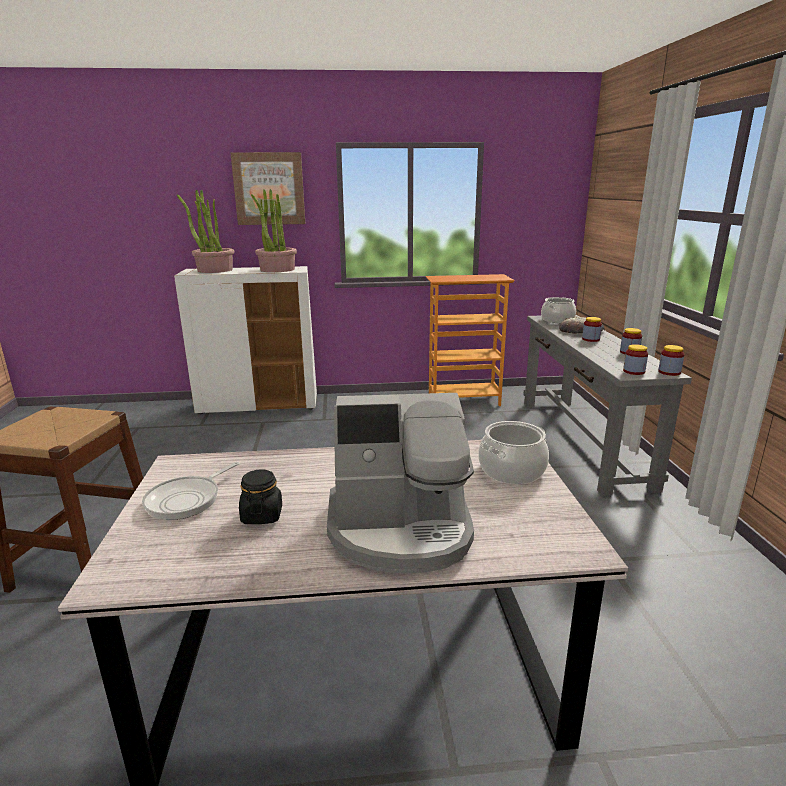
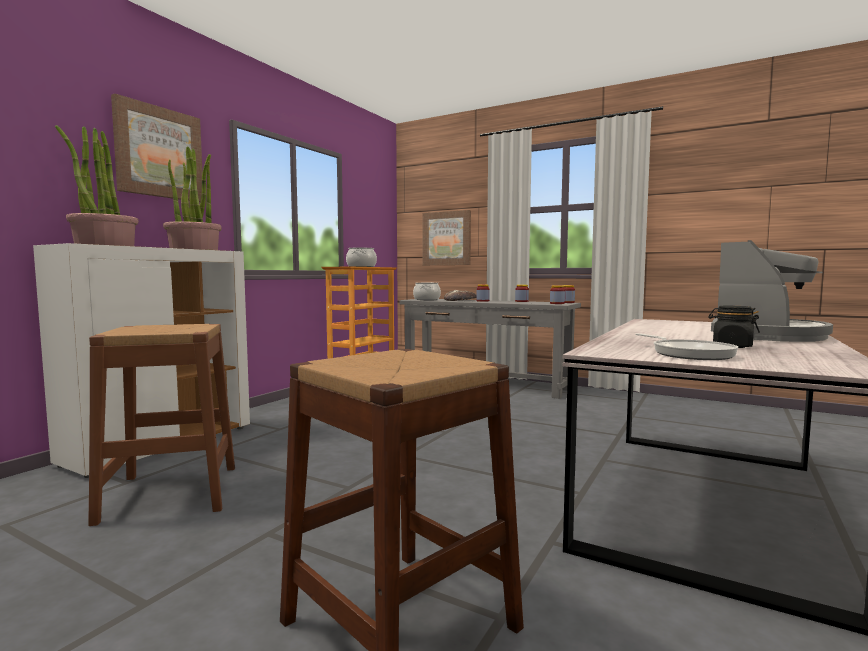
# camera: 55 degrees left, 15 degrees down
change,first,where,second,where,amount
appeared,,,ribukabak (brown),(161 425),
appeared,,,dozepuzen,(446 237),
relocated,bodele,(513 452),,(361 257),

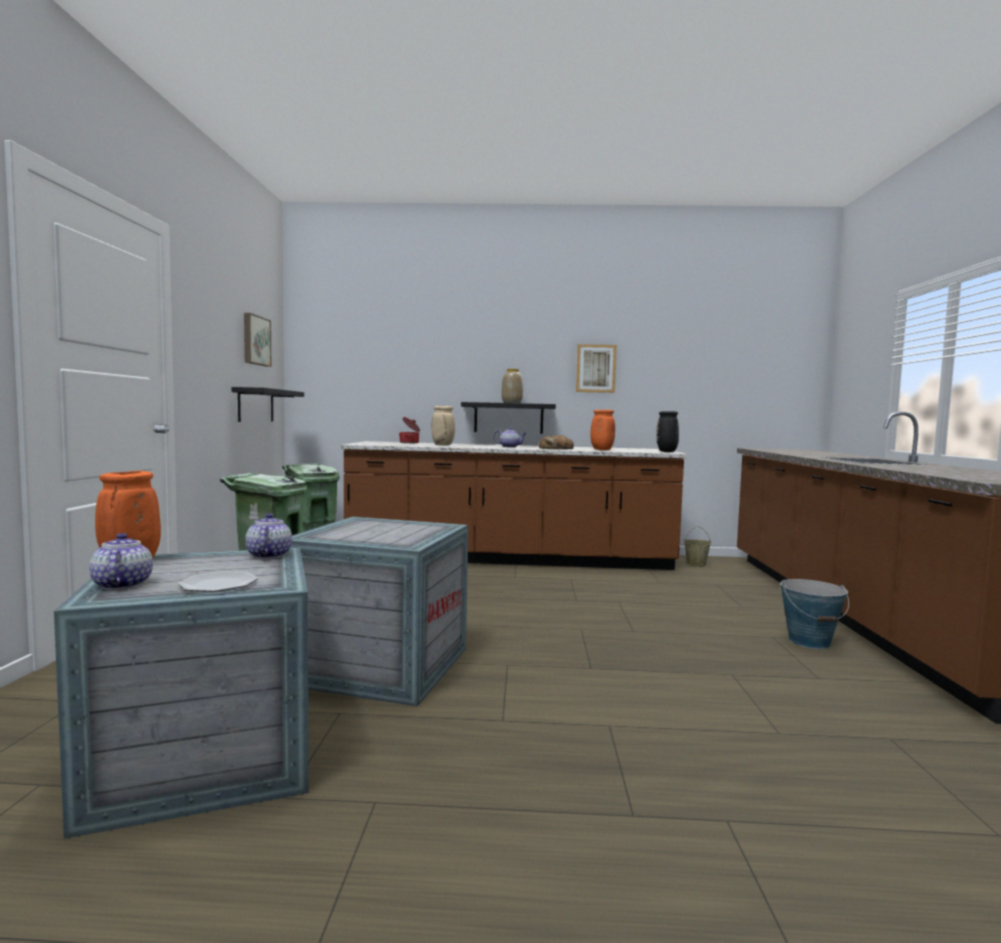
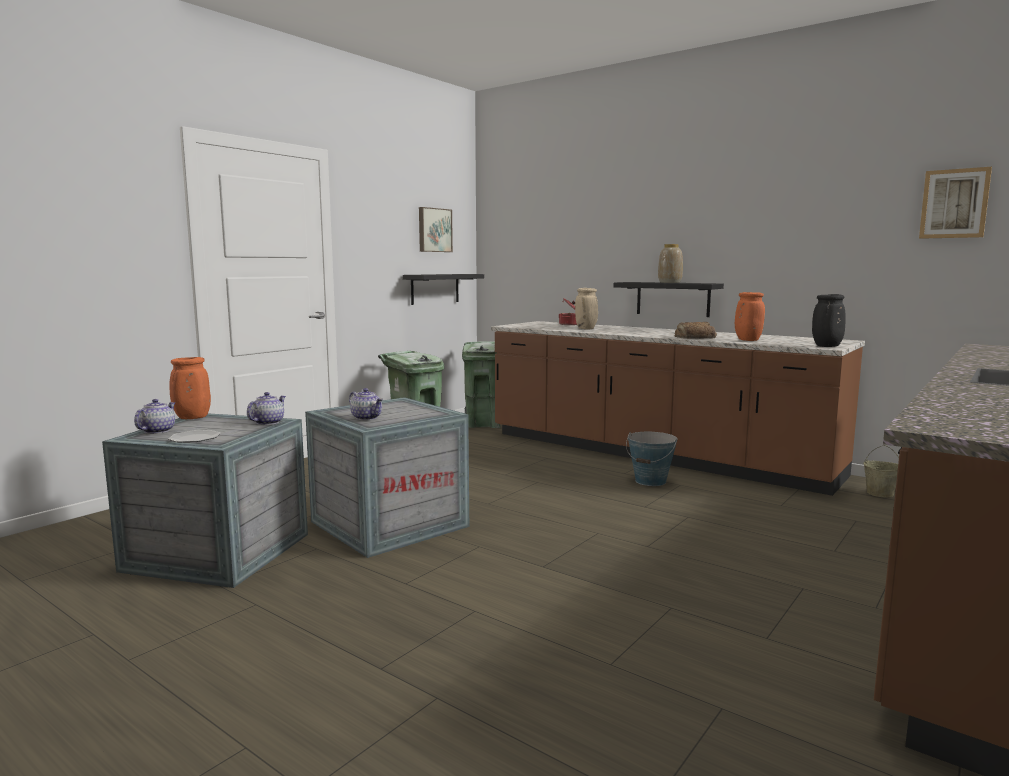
# camera: 35 degrees right, 5 degrees up
change,first,where,second,where,amount
relocated,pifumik,(510 437),,(366 404),
relocated,dozepuzen,(596 368),,(955 203),
relocated,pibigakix,(814 614),,(652 459),

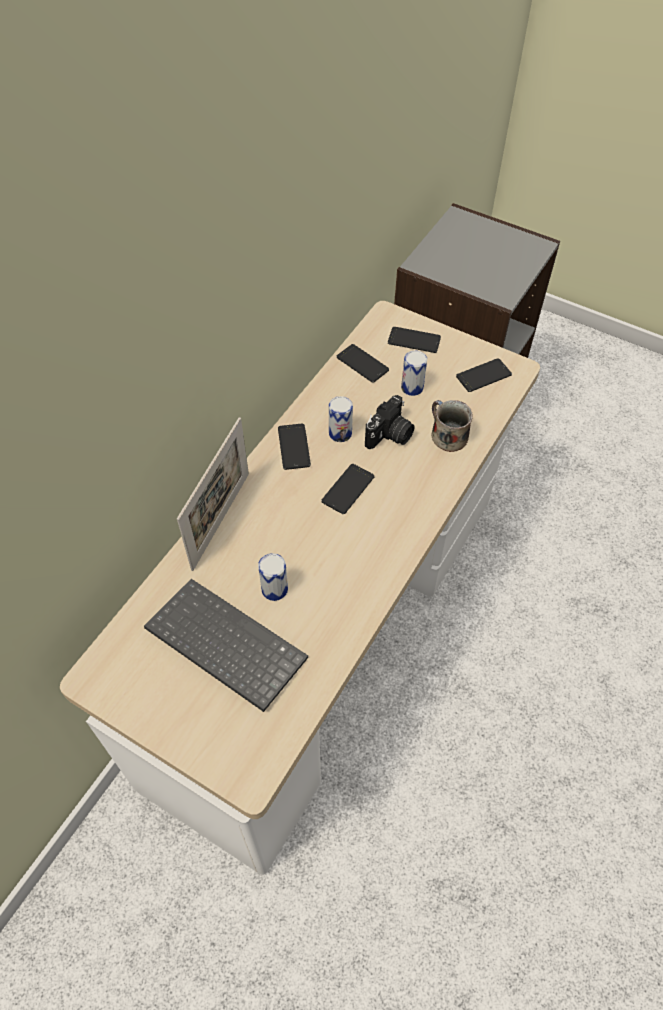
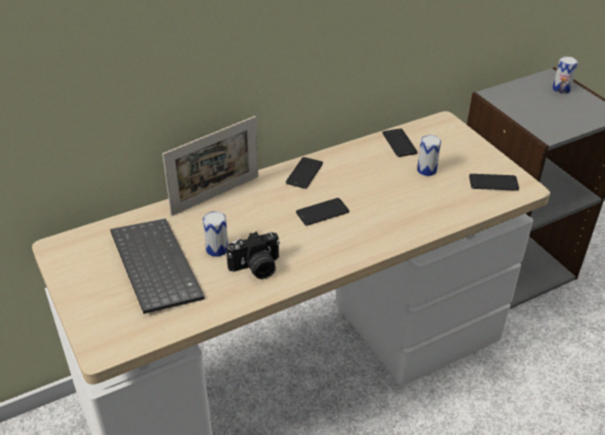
# camera: 30 degrees right, 15 degrees down
change,first,where,second,where,amount
missing,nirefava,(414 340),,,
missing,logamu,(452 426),,,
relocated,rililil,(341 419),,(565 75),
relocated,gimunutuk,(390 422),,(253 255),

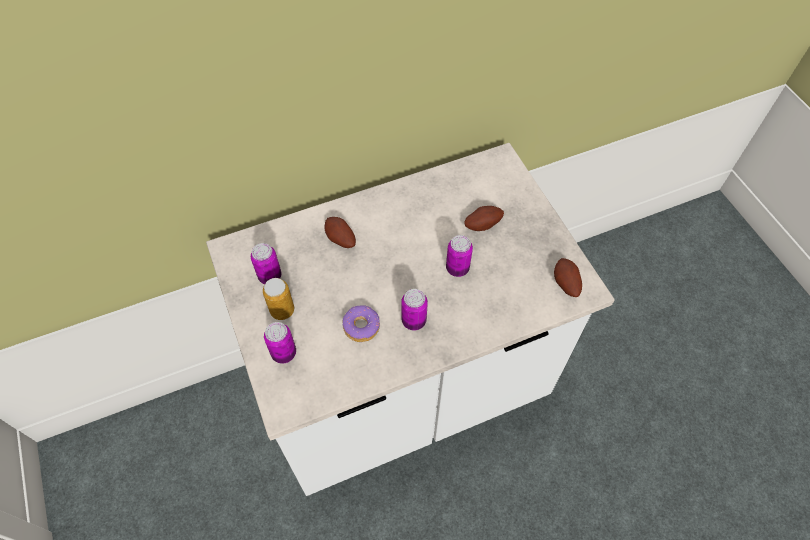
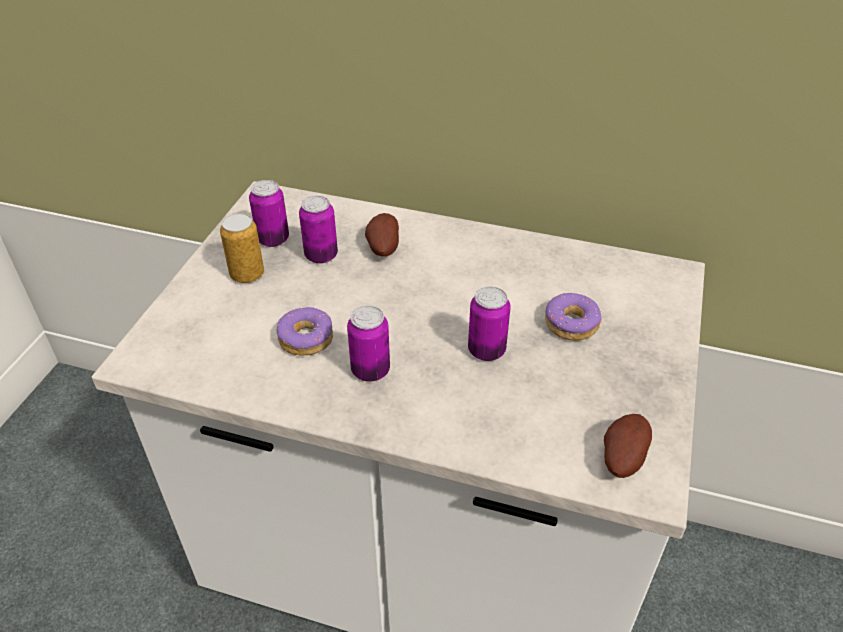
# camera: 40 degrees right, 15 degrees down
change,first,where,second,where,amount
relocated,rililil,(280 343),,(318 229),
exchanged,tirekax,(484 218),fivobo,(573 317),

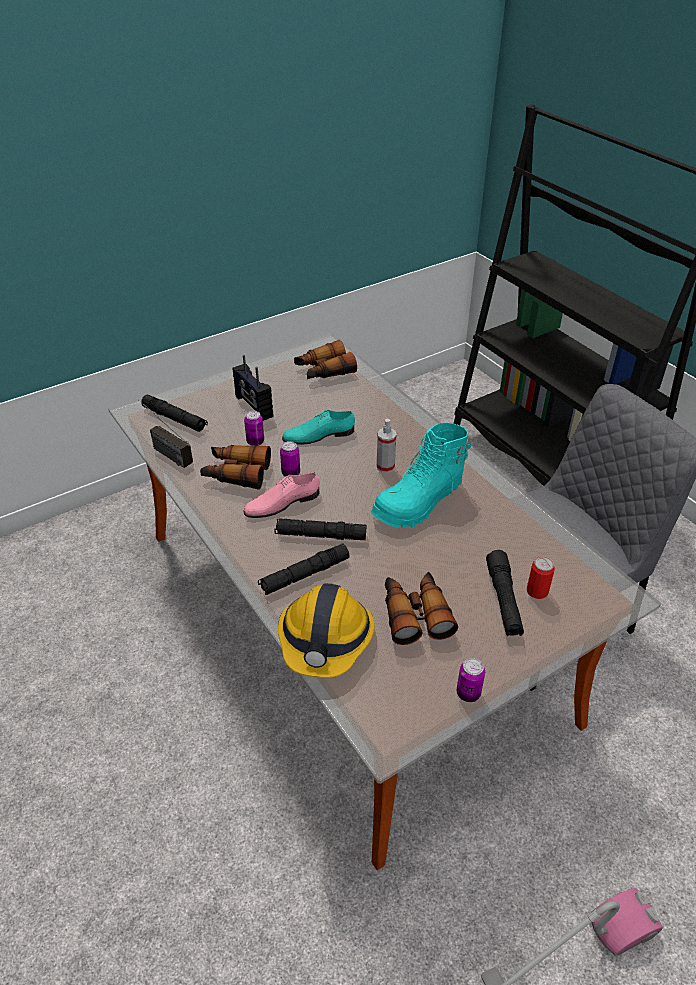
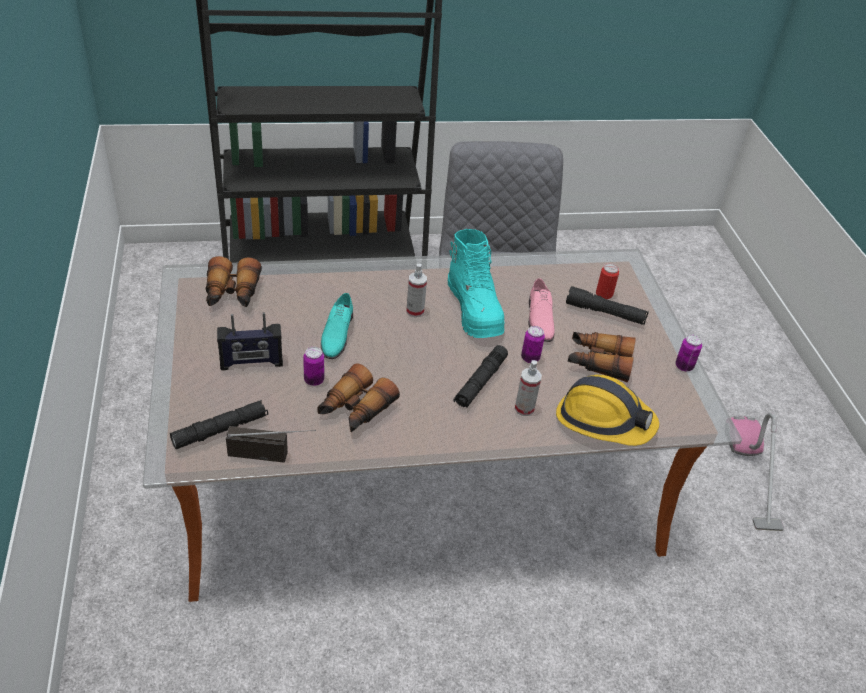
# camera: 70 degrees left, 0 degrees up
change,first,where,second,where,amount
relocated,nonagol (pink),(282 495),,(541 310),
relocated,rililil,(290 459),,(533 344),
exchanged,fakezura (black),(304 569),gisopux,(528 388),
spun,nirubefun,(165 433),,(271 444),150 degrees counterclockwise

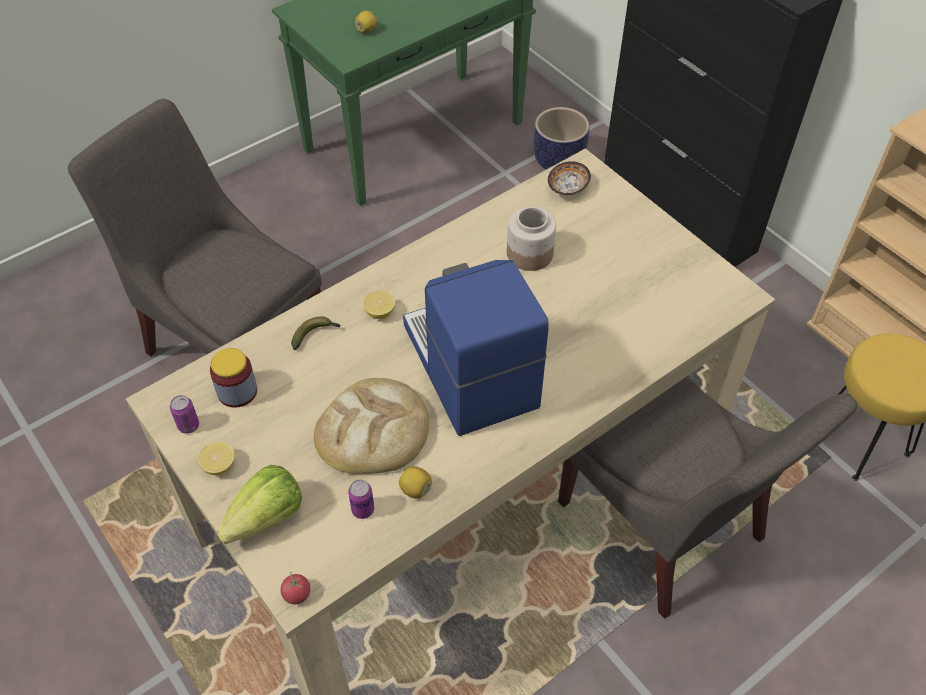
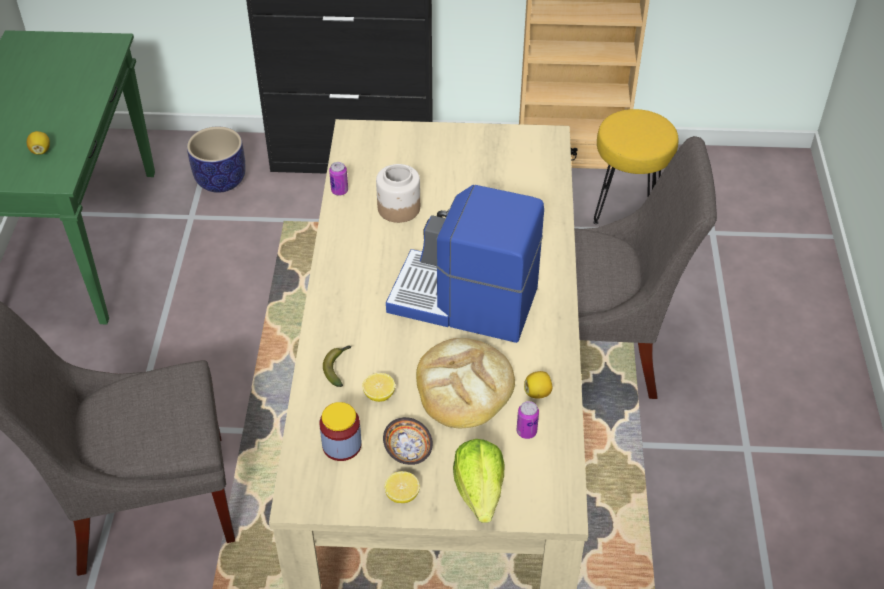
# camera: 50 degrees left, 5 degrees down
change,first,where,second,where,amount
missing,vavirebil,(295 588),,,
relocated,rililil,(184 414),,(338 179),
relocated,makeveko,(379 305),,(378 387),
relocated,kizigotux,(569 178),,(408 441),

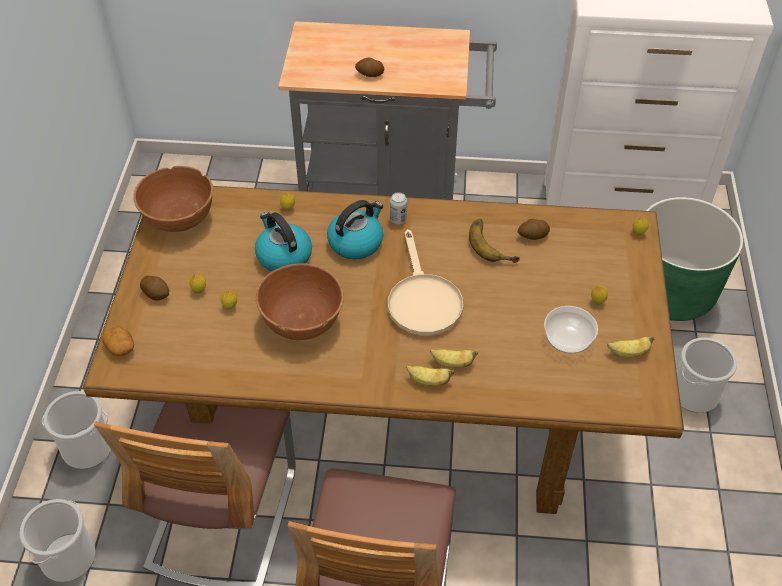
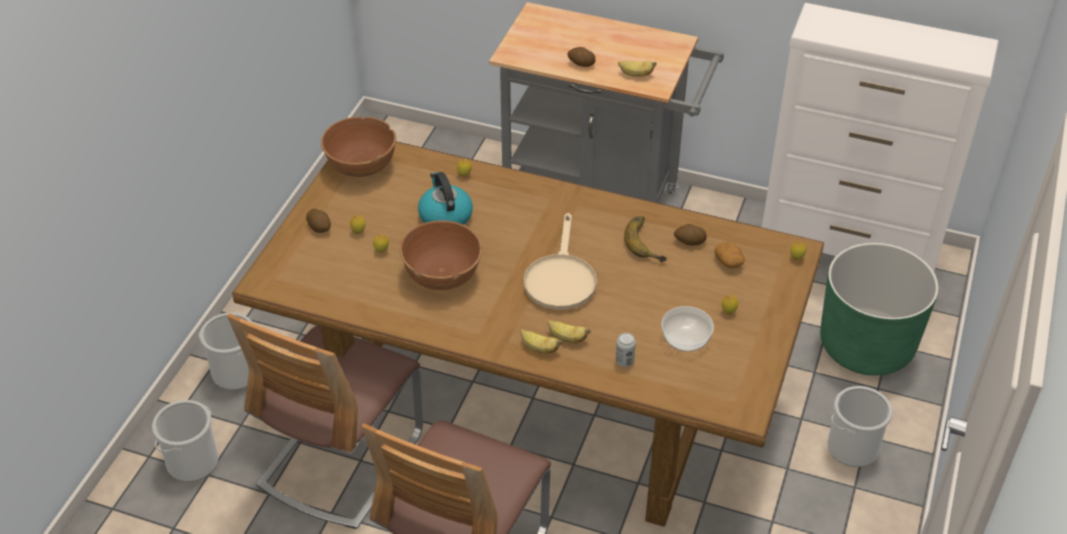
# camera: 15 degrees right, 5 degrees down
change,first,where,second,where,amount
missing,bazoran,(355 230),,,
relocated,tirekax,(118 341),,(730 255),
relocated,rililil,(398 208),,(626 350),
relocated,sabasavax,(631 347),,(637 69),

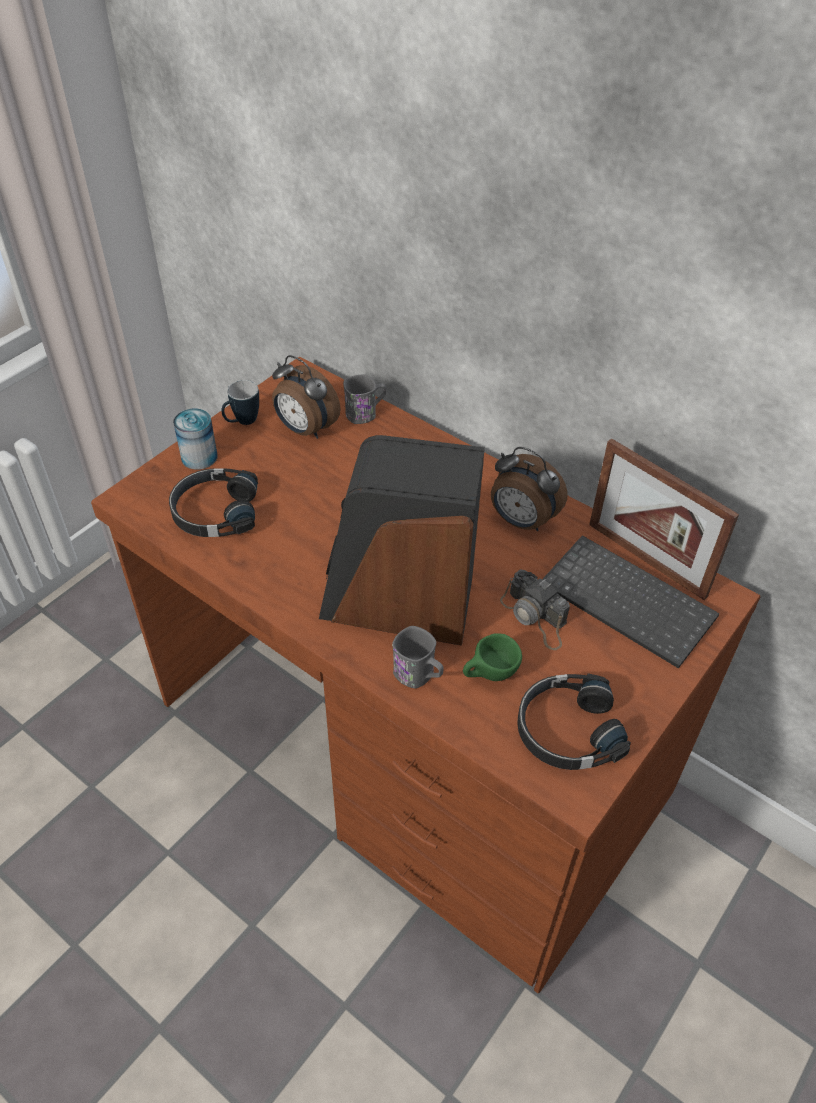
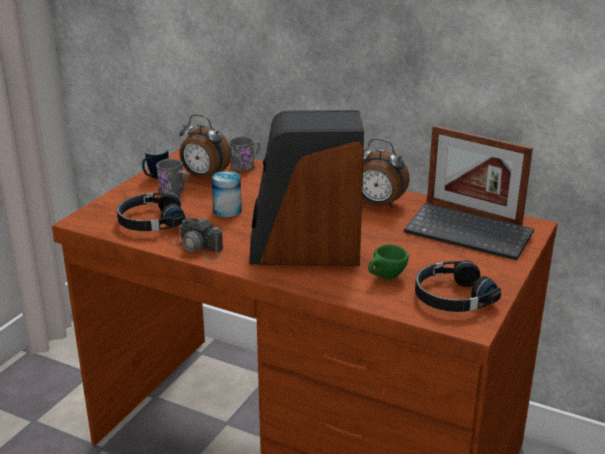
# camera: 10 degrees left, 20 degrees down
change,first,where,second,where,amount
relocated,rililil,(195 439),,(226 194),
relocated,logamu (grey),(417 657),,(172 176),
relocated,gimunutuk,(535 609),,(198 240),

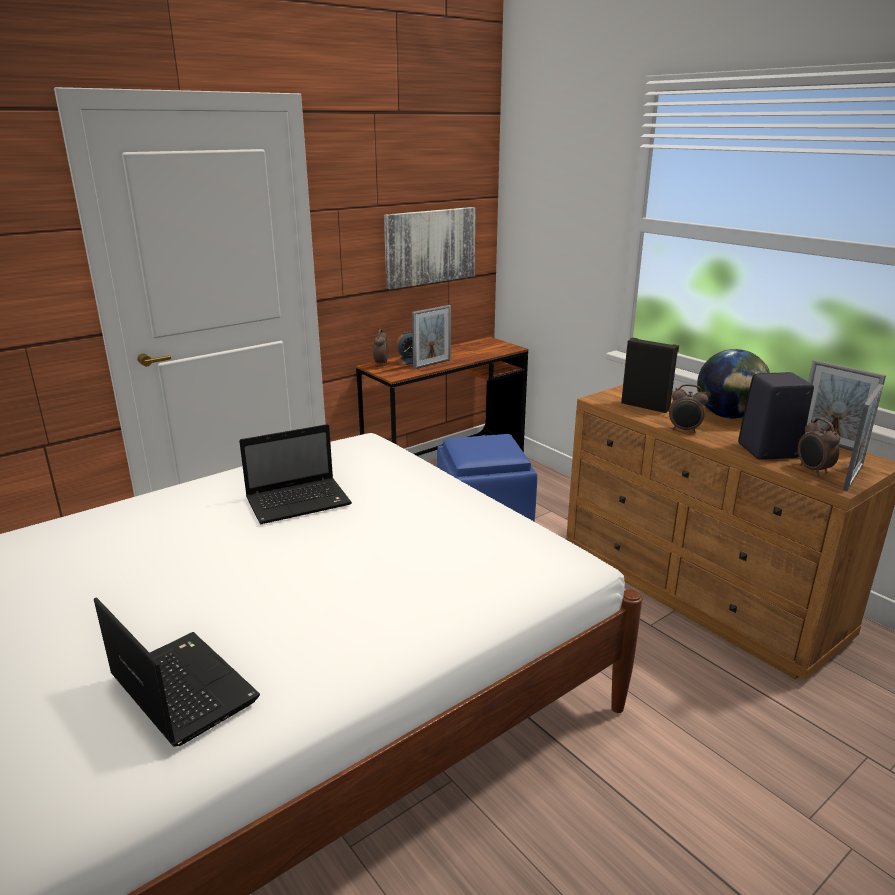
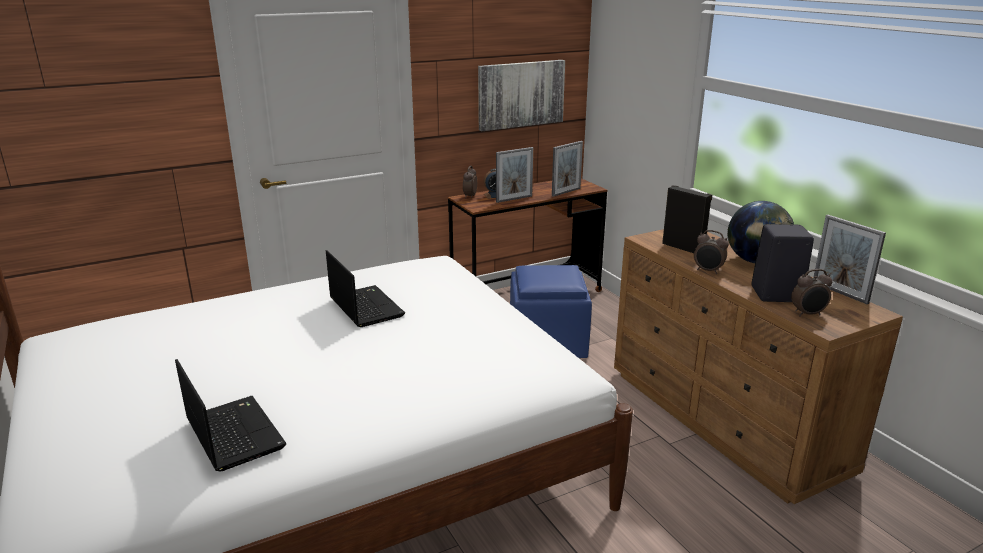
# camera: 10 degrees right, 0 degrees up
change,first,where,second,where,amount
relocated,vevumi,(863 437),,(567 169),
spun,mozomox,(295 474),,(365 288),105 degrees counterclockwise
spun,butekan,(819 447),,(812 293),90 degrees counterclockwise

